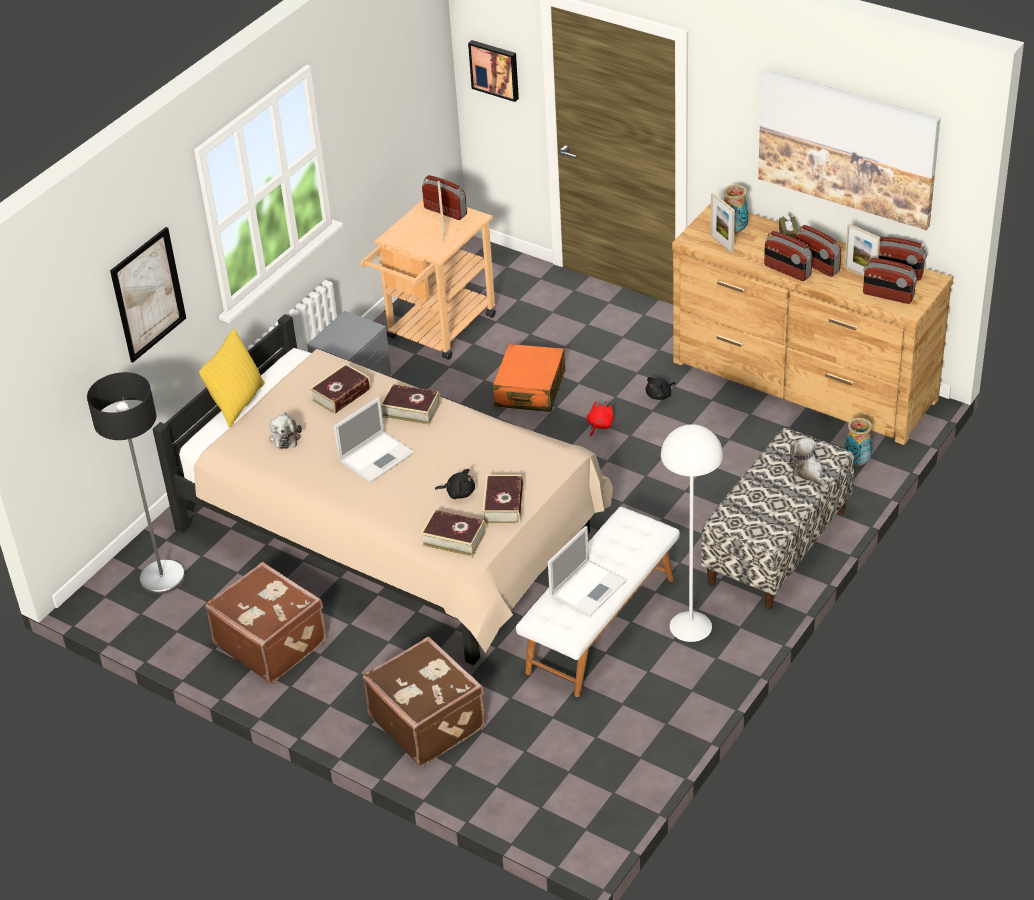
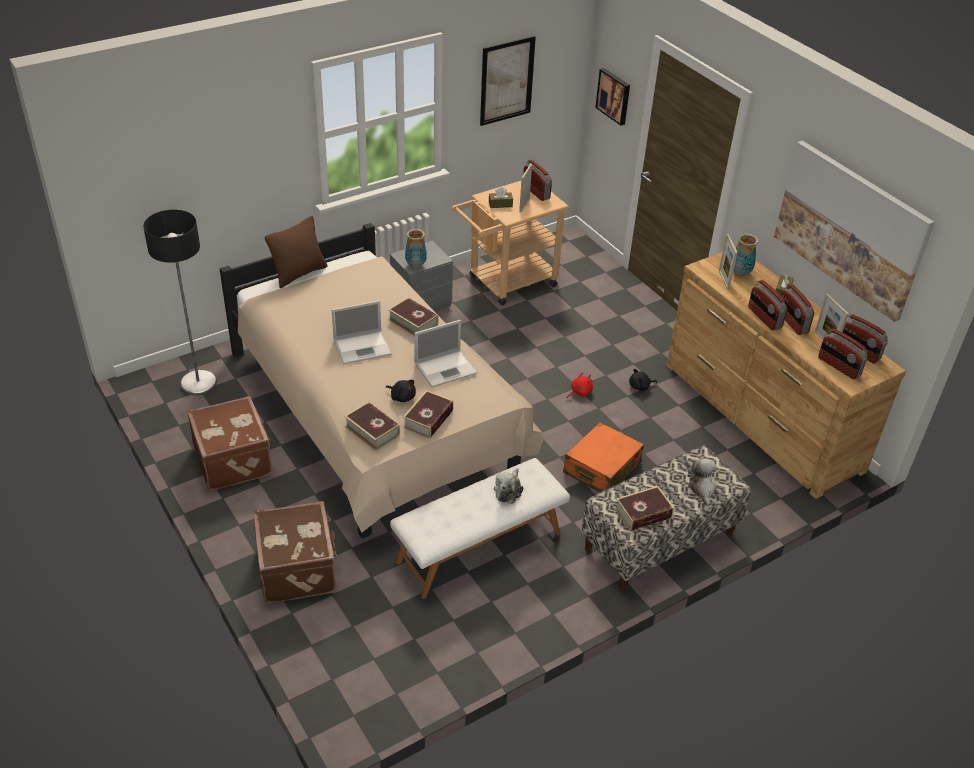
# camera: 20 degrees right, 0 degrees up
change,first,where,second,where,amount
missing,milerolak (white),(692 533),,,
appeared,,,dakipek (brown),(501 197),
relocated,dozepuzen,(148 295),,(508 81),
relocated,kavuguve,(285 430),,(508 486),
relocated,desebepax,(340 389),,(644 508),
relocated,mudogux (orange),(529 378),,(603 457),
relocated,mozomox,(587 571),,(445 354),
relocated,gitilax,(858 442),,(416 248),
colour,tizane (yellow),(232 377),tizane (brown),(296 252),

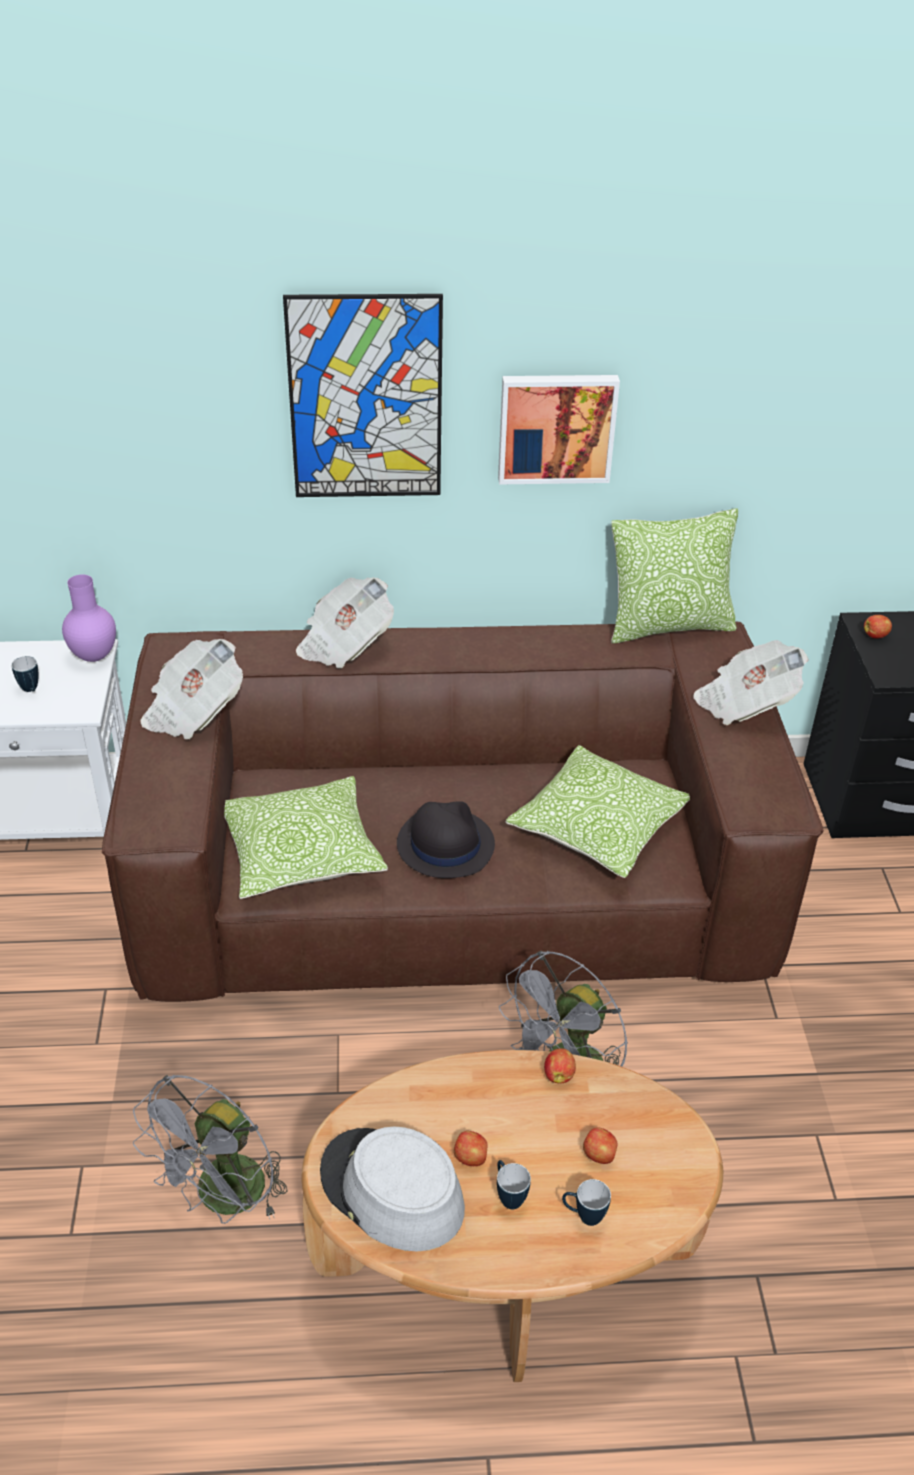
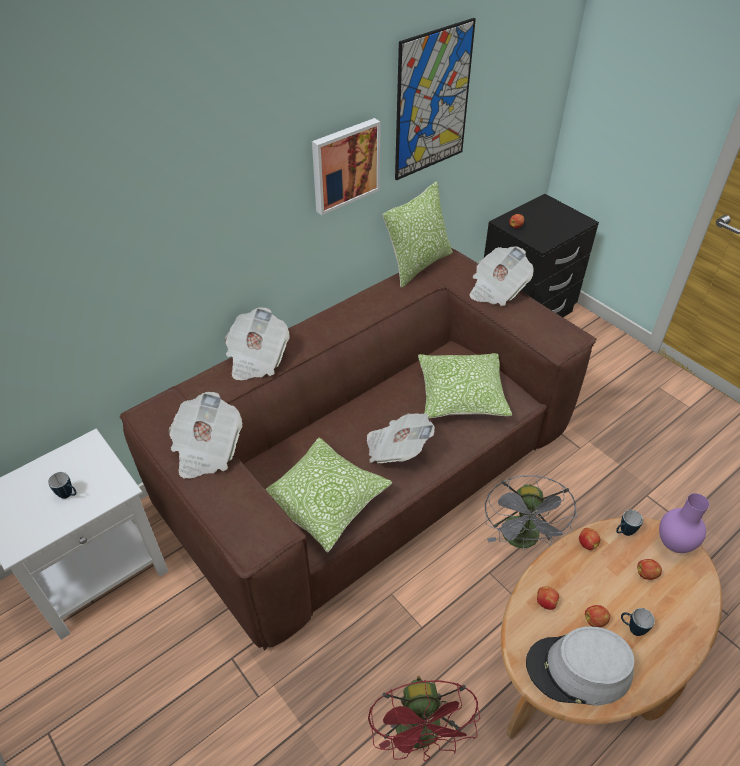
# camera: 35 degrees left, 5 degrees up
change,first,where,second,where,amount
appeared,,,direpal,(548 598),
relocated,gitilax (purple),(89 618),,(684 523),
relocated,dozepuzen,(363 395),,(435 99),
relocated,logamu,(586 1202),,(629 523),
exchanged,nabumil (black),(446 839),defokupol,(401 438),
colour,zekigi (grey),(210 1149),zekigi (red),(424 719),

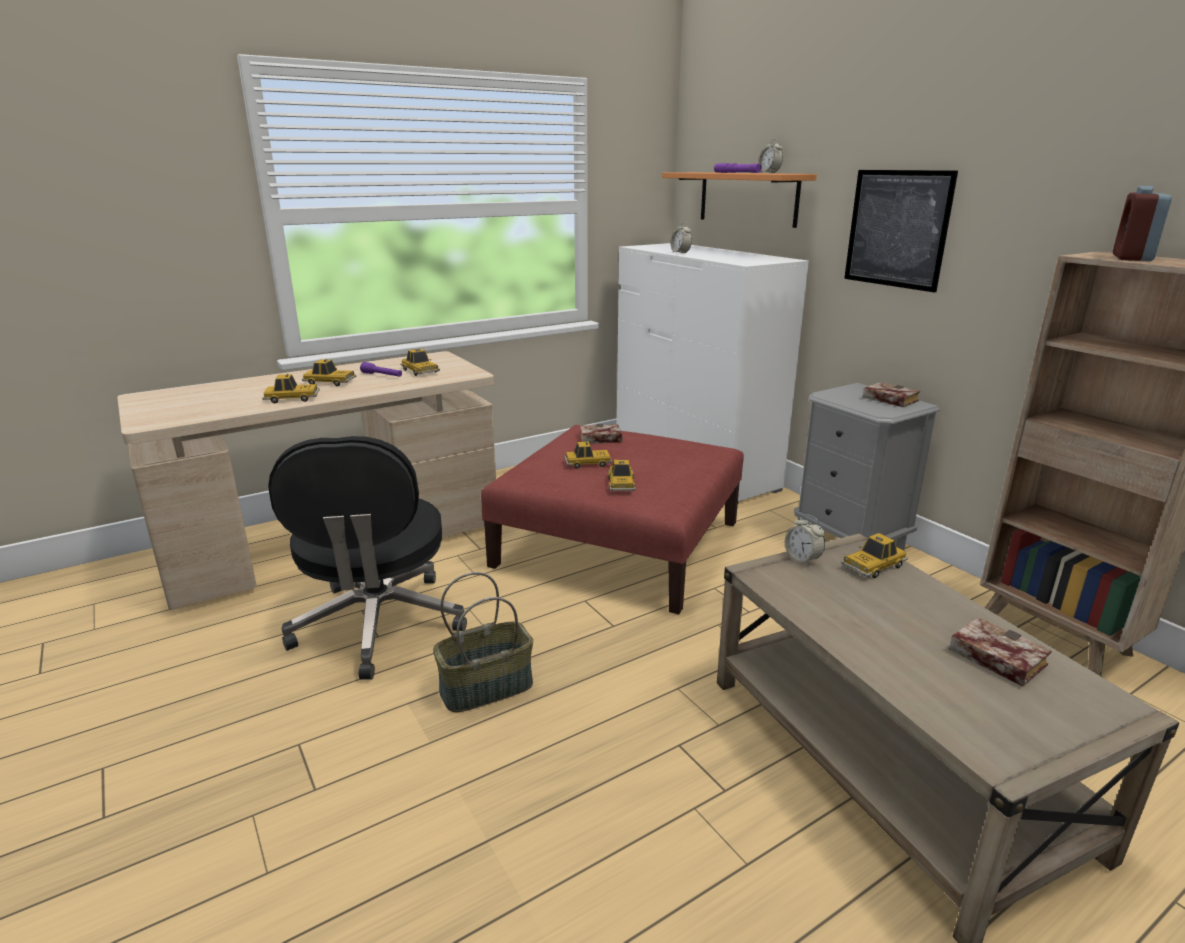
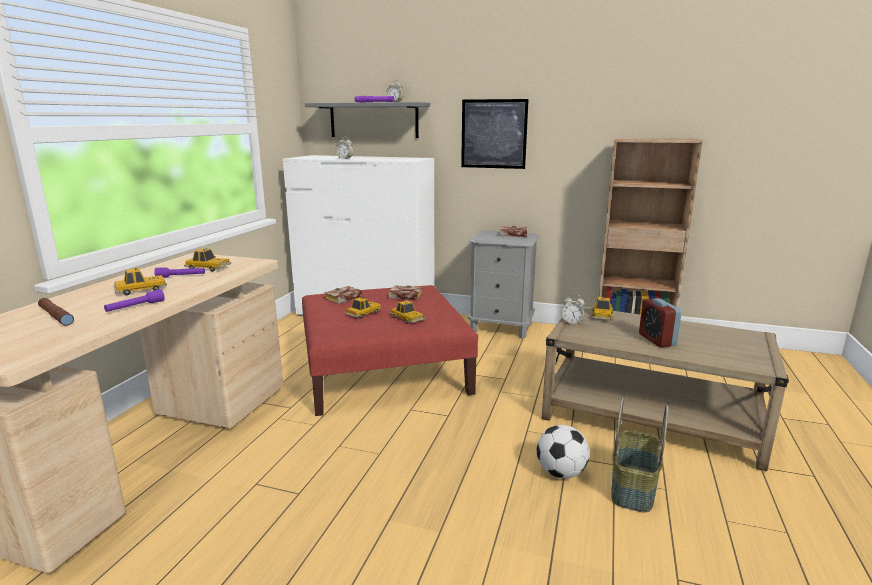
# camera: 40 degrees left, 5 degrees down
change,first,where,second,where,amount
missing,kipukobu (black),(367 557),,,
appeared,,,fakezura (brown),(56 312),
appeared,,,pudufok,(563 452),
relocated,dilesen,(483 642),,(639 455),
relocated,desebepax,(1000 652),,(406 292),
relocated,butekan,(1142 223),,(660 322),
exchanged,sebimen,(290 388),fakezura (purple),(134 300),
colour,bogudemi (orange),(739 200),bogudemi (grey),(367 120),

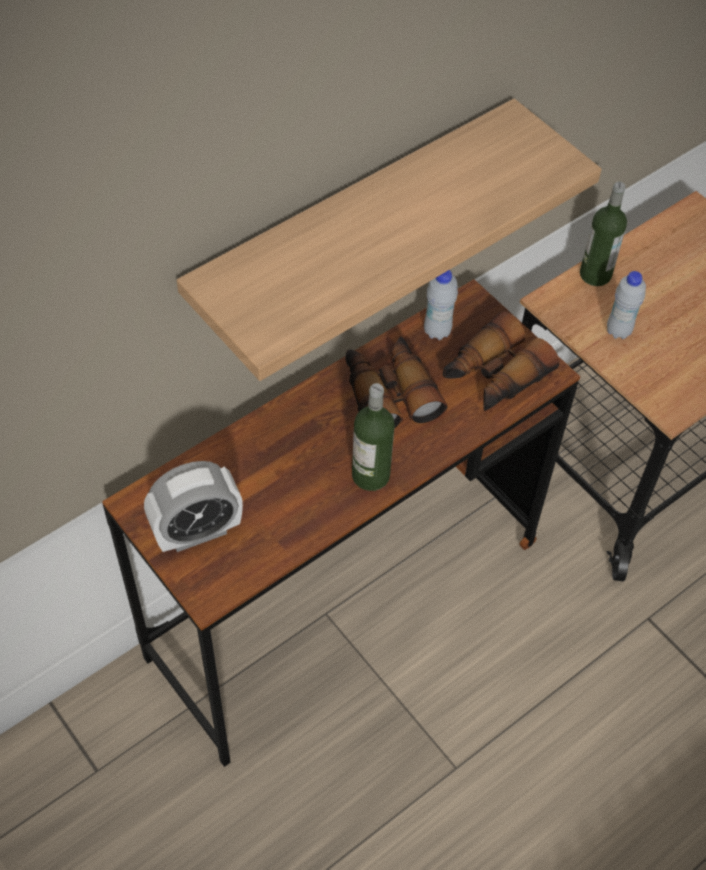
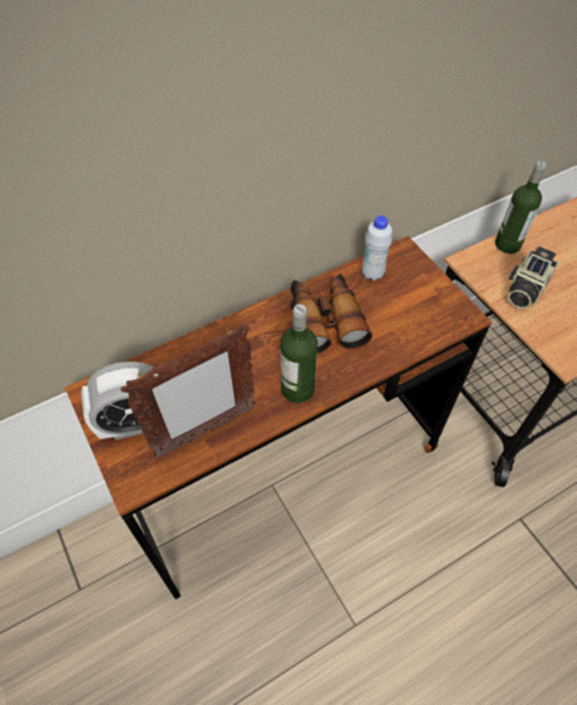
# camera: 10 degrees right, 0 degrees up
change,first,where,second,where,amount
missing,bogudemi,(389 240),,,
missing,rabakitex,(501 361),,,
appeared,,,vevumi,(188 391),
exchanged,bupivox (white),(626 305),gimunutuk,(533 277),

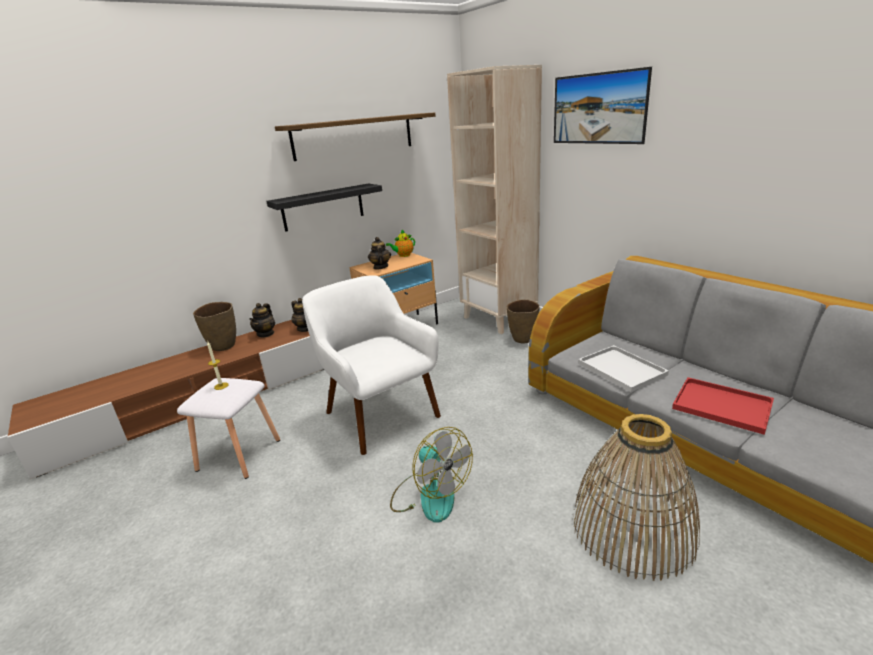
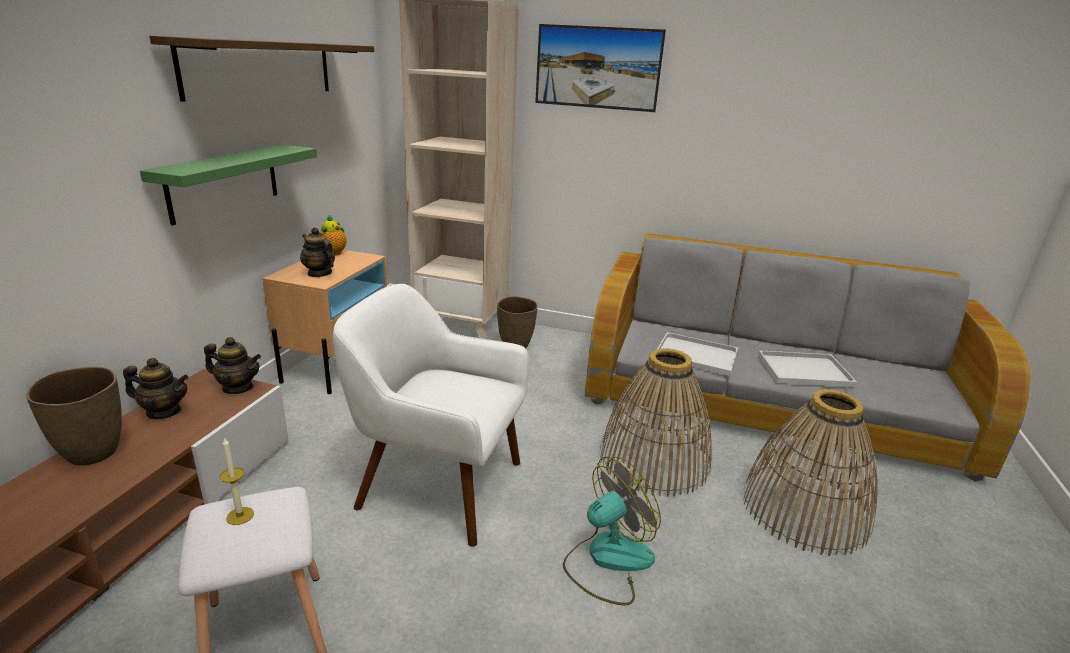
# camera: 40 degrees left, 0 degrees up
change,first,where,second,where,amount
appeared,,,dilesen,(655 422),
colour,bogudemi (black),(324 208),bogudemi (green),(228 185),
colour,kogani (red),(723 406),kogani (white),(807 368),
spun,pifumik,(262 320),,(156 388),60 degrees counterclockwise
spun,zekigi,(431 475),,(612 531),45 degrees counterclockwise

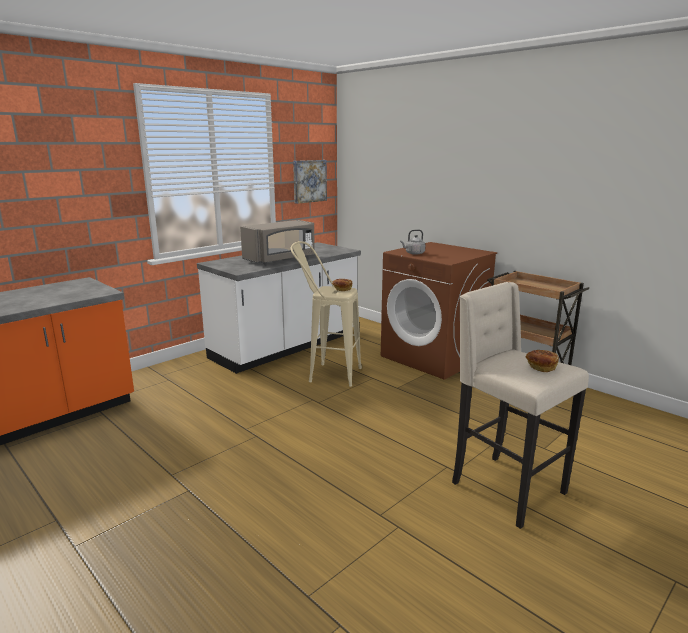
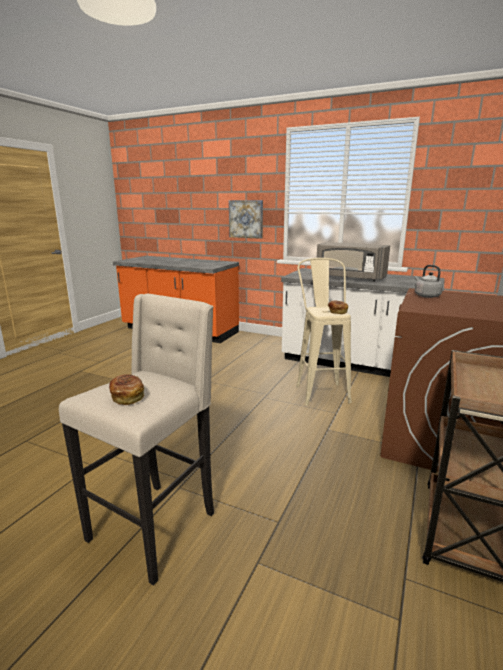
# camera: 70 degrees right, 0 degrees up
change,first,where,second,where,amount
relocated,dozepuzen,(310 182),,(246 219),

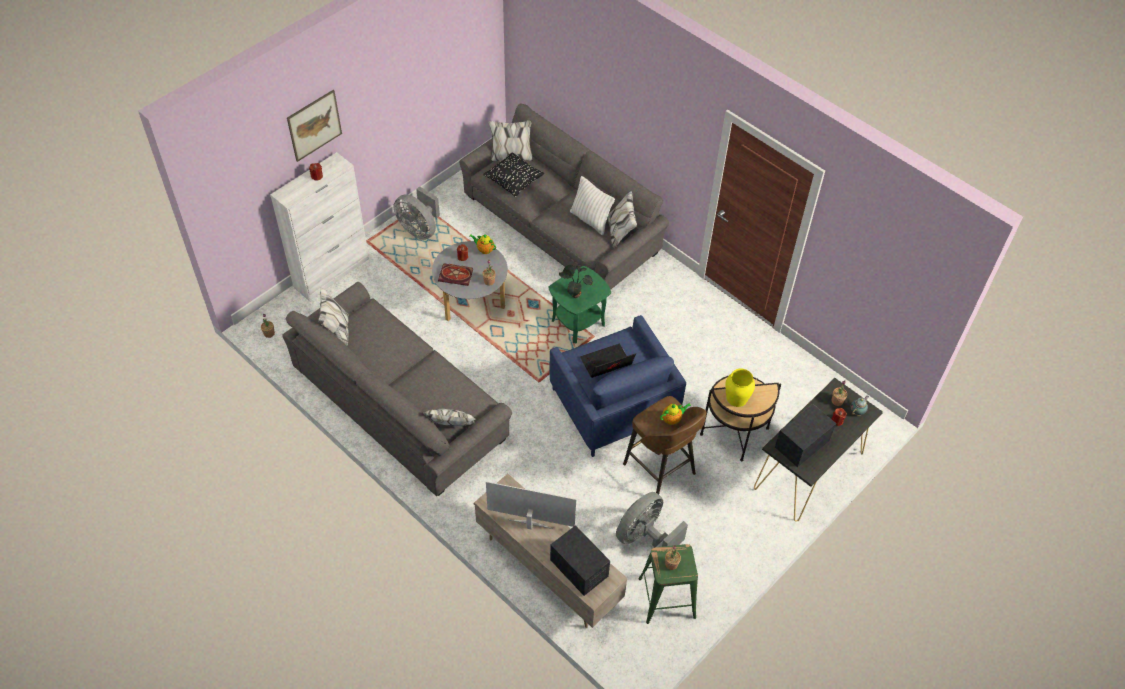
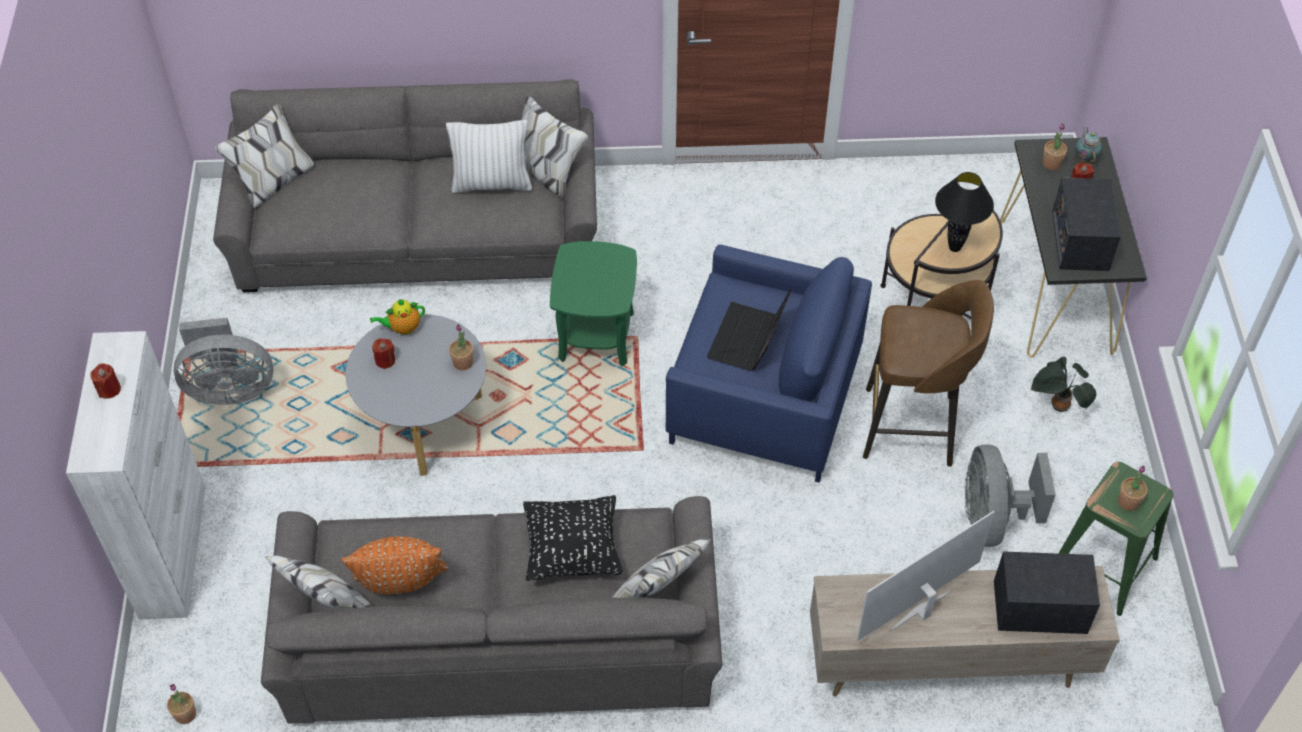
# camera: 45 degrees left, 0 degrees up
change,first,where,second,where,amount
missing,dozepuzen,(314 126),,,
missing,desebepax,(455 274),,,
missing,pifumik,(675 414),,,
appeared,,,tizane (orange),(395 565),
relocated,tizane (black),(513 174),,(573 538),
relocated,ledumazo,(576 281),,(1063 384),
exchanged,gitilax (yellow),(740 388),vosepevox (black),(964 212),

